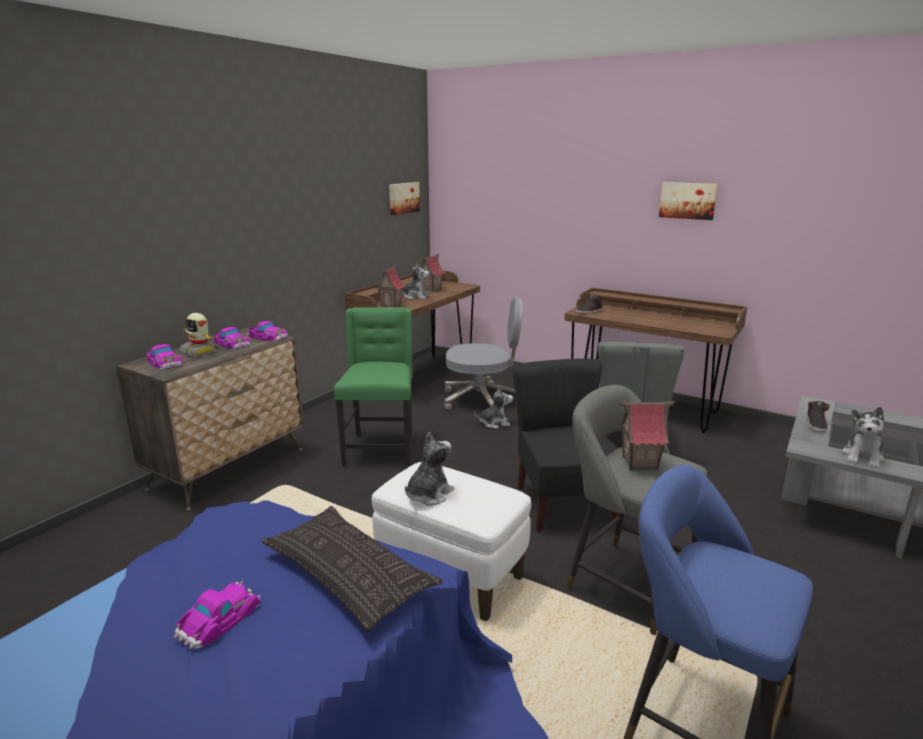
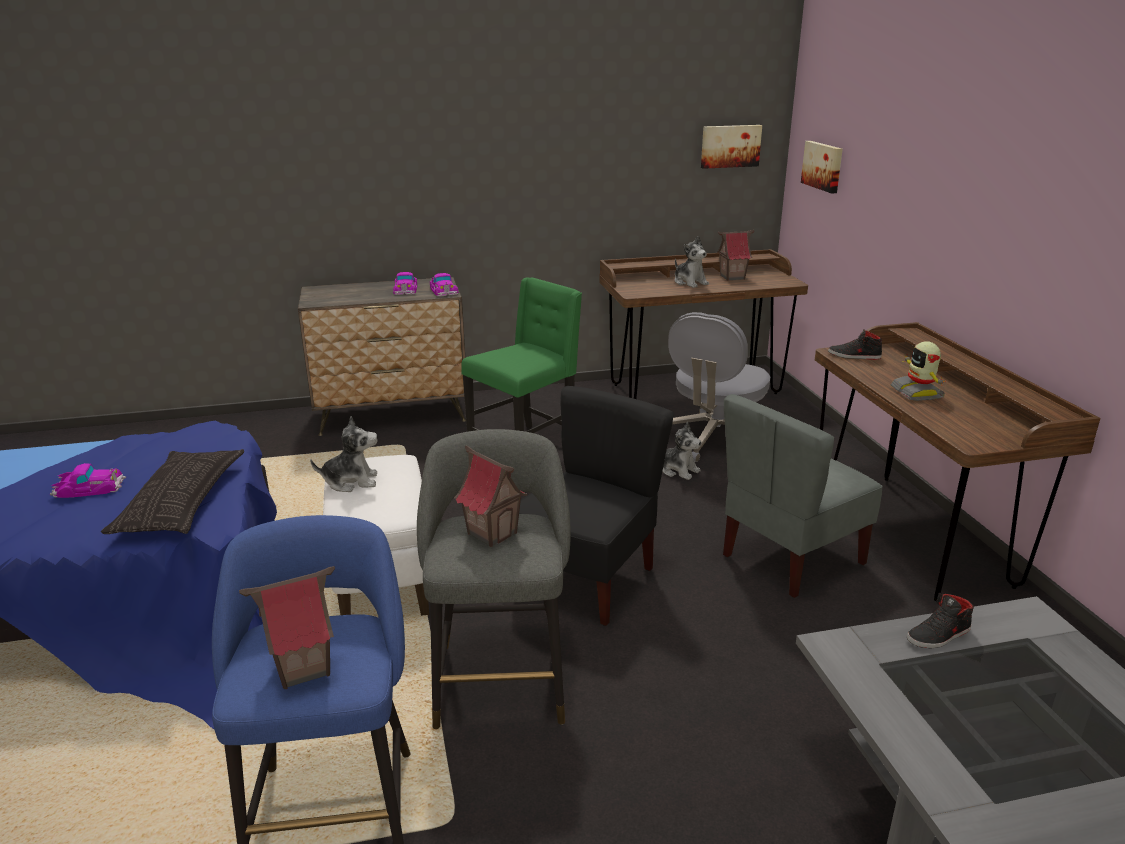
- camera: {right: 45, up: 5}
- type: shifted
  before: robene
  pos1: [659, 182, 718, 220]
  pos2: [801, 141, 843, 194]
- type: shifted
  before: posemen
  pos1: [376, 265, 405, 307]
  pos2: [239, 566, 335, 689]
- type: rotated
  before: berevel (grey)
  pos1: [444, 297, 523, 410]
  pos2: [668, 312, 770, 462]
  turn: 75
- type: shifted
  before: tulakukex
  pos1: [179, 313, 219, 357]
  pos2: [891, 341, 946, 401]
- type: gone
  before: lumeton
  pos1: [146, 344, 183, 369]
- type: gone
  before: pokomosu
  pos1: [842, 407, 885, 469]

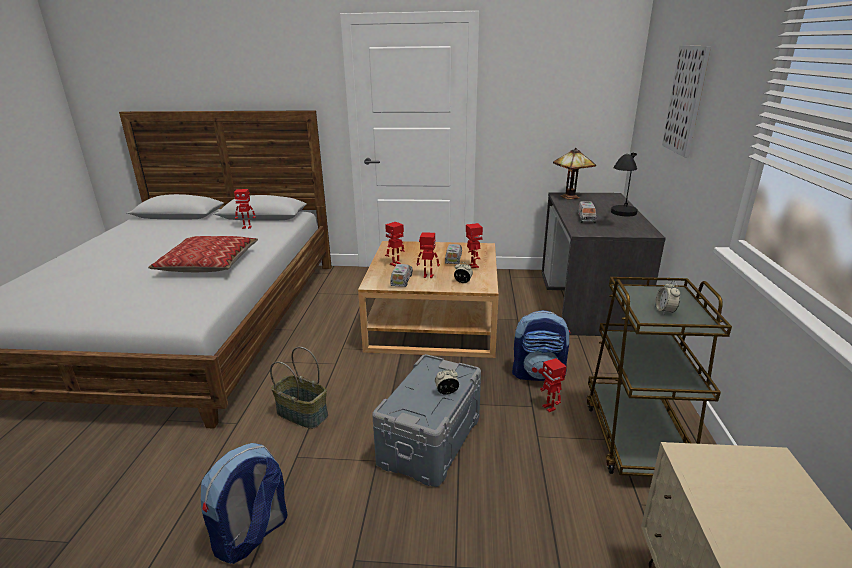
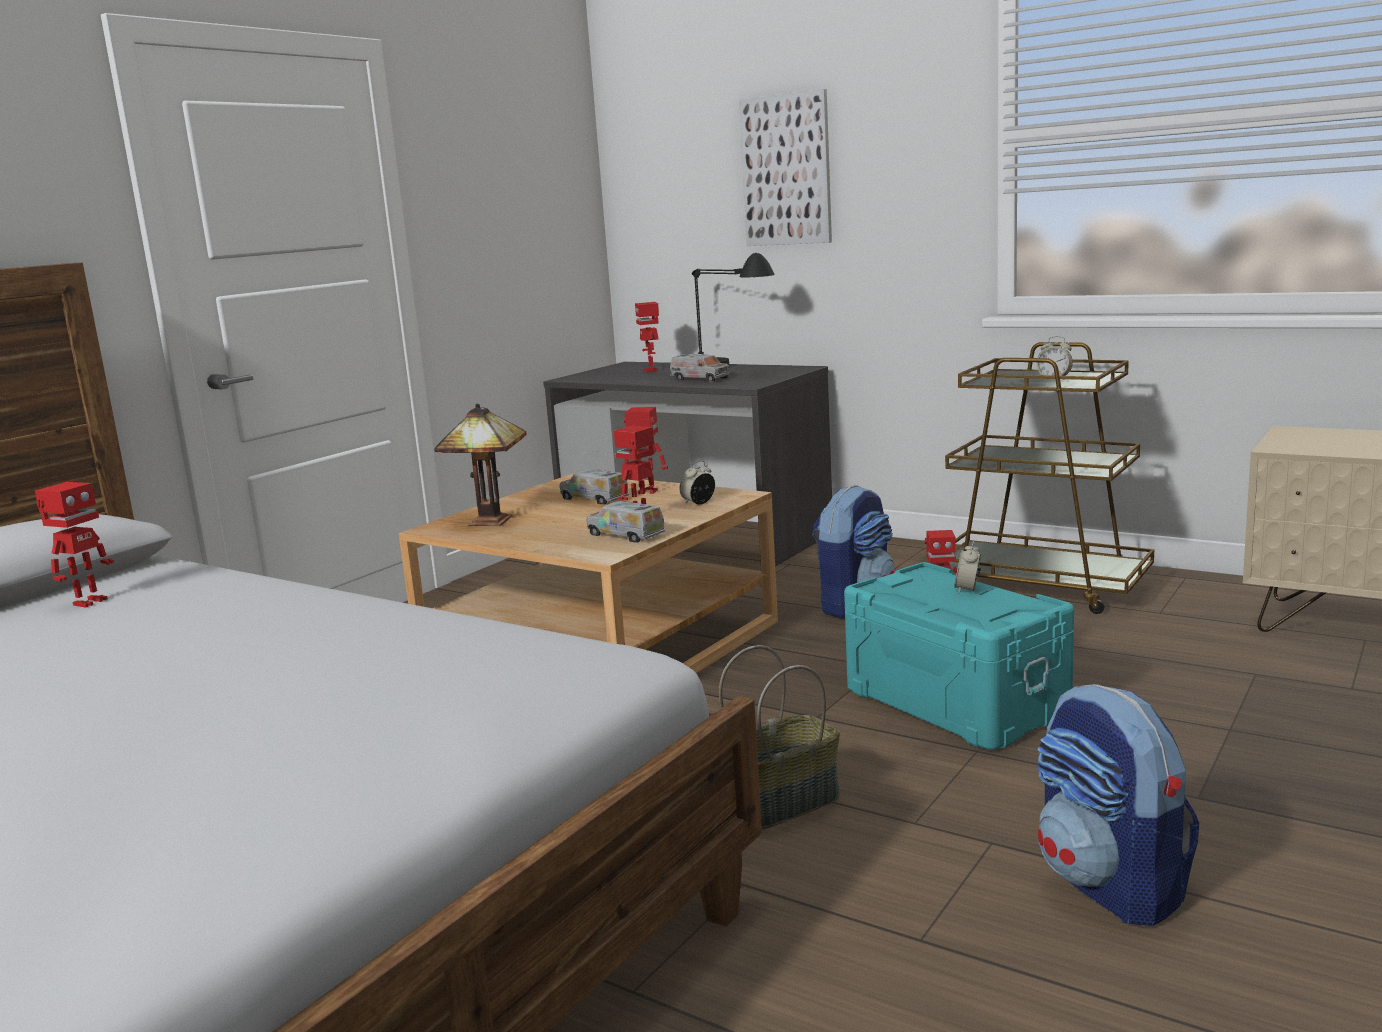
- camera: {right: -60, up: -10}
- type: shifted
  before: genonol
  pos1: [553, 148, 596, 200]
  pos2: [434, 404, 527, 527]
- type: shifted
  before: tulakukex
  pos1: [385, 222, 404, 266]
  pos2: [635, 302, 659, 372]
- type: gone
  before: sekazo
  pos1: [148, 236, 258, 272]
- type: repainted
  before: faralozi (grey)
  after: faralozi (turquoise)
  pos1: [372, 354, 481, 487]
  pos2: [844, 562, 1074, 750]

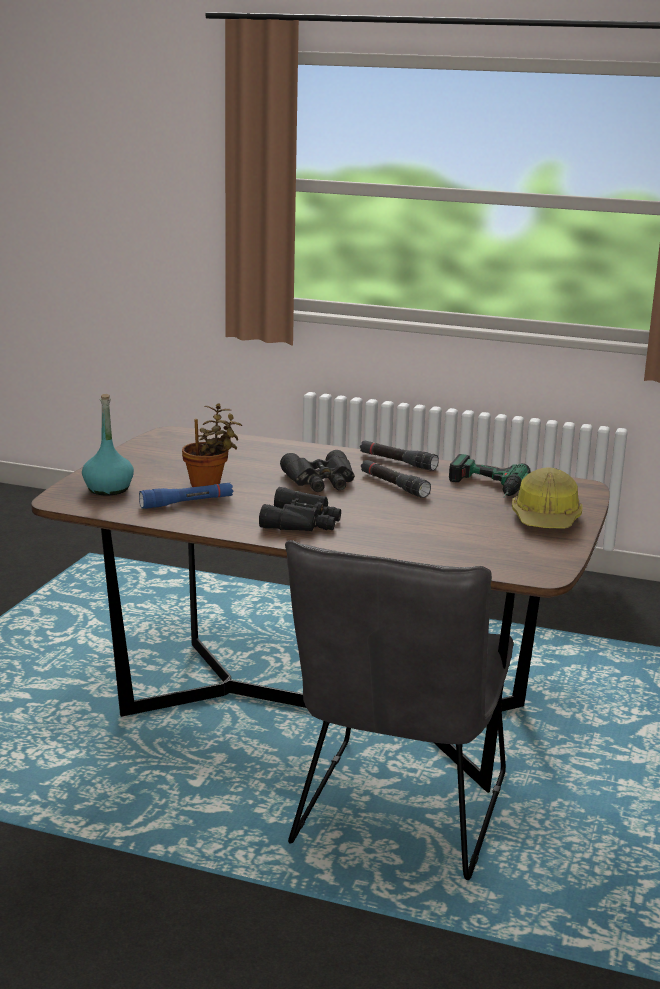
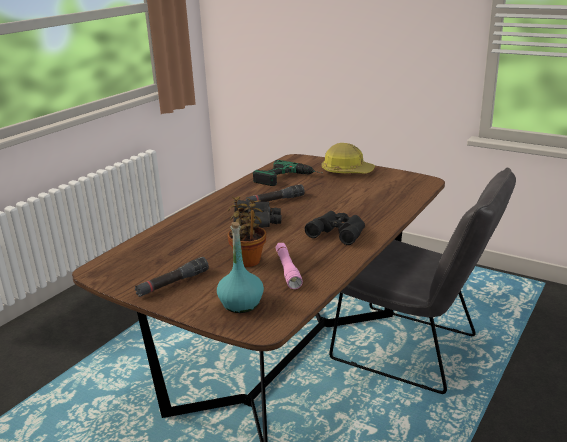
- camera: {right: -75, up: 5}
- type: shifted
  before: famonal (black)
  pos1: [360, 441, 439, 471]
  pos2: [135, 257, 209, 297]
- type: repainted
  before: famonal (blue)
  after: famonal (pink)
  pos1: [139, 483, 233, 509]
  pos2: [276, 243, 303, 289]

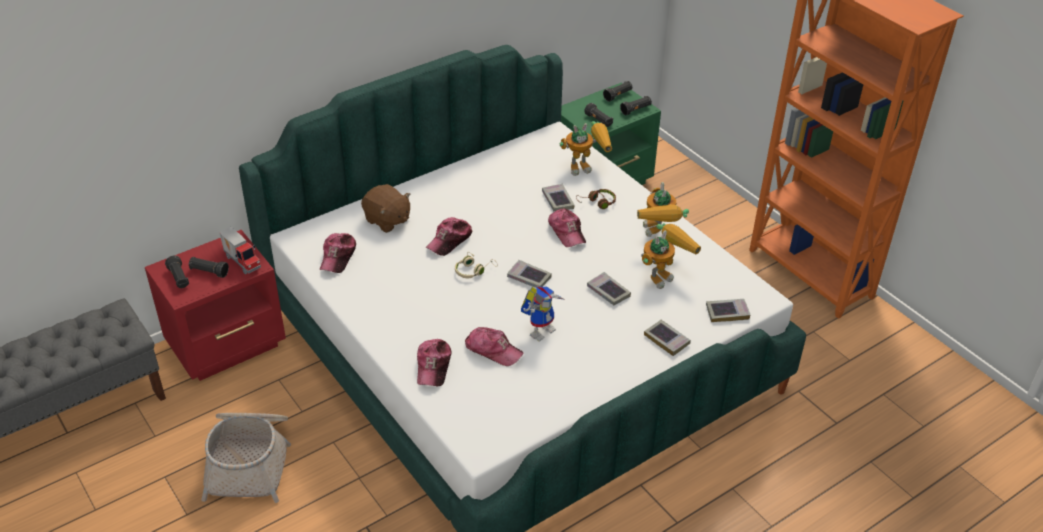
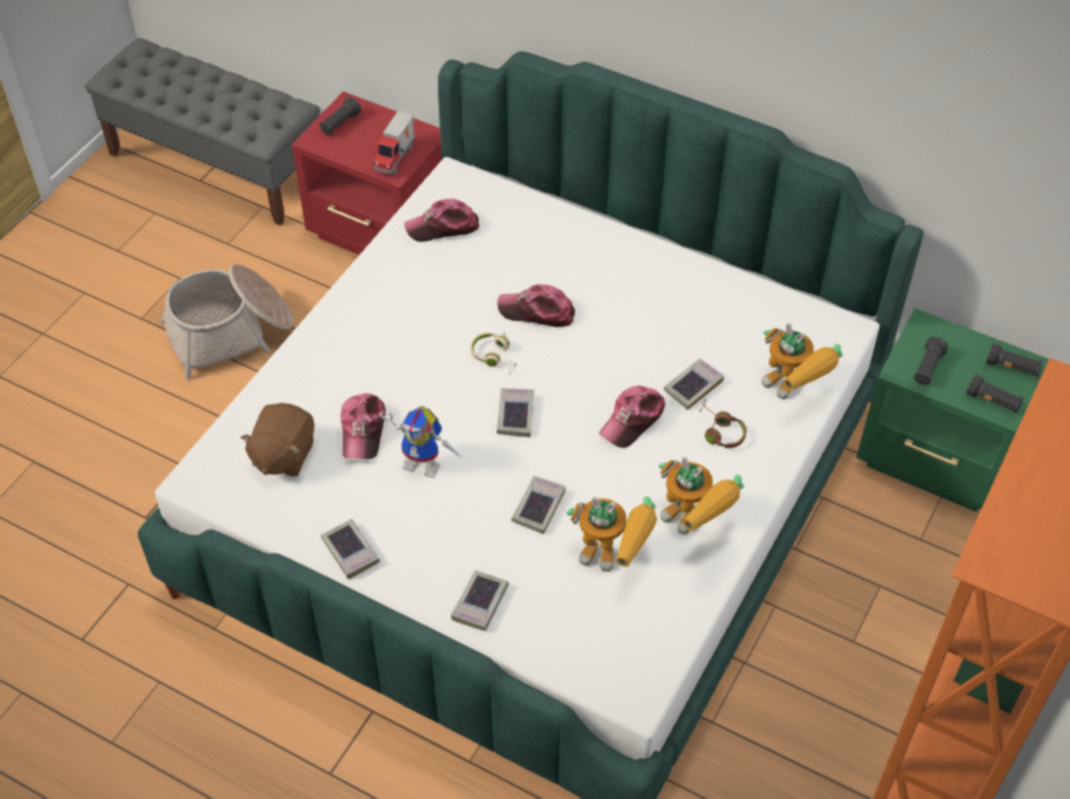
- camera: {right: 65, up: 10}
- type: rotated
  before: tulakukex
  pos1: [637, 182, 689, 237]
  pos2: [659, 457, 744, 535]
  turn: -105
- type: shifted
  before: pokomosu (brown)
  pos1: [361, 184, 411, 233]
  pos2: [240, 403, 314, 477]
- type: gone
  before: famonal (black)
  pos1: [189, 257, 229, 278]
- type: shifted
  before: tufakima
  pos1: [706, 299, 751, 322]
  pos2: [321, 519, 380, 580]
- type: gone
  before: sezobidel
  pos1: [417, 339, 451, 387]

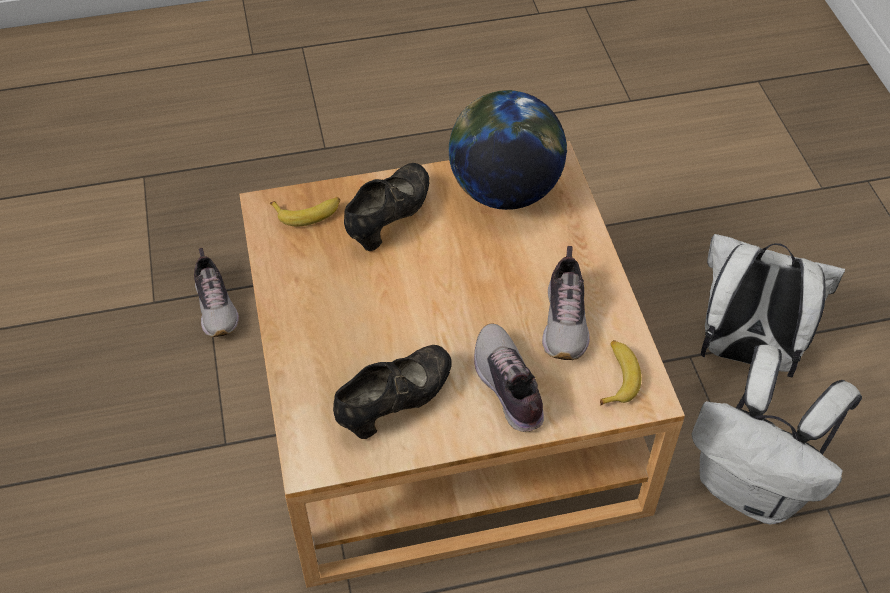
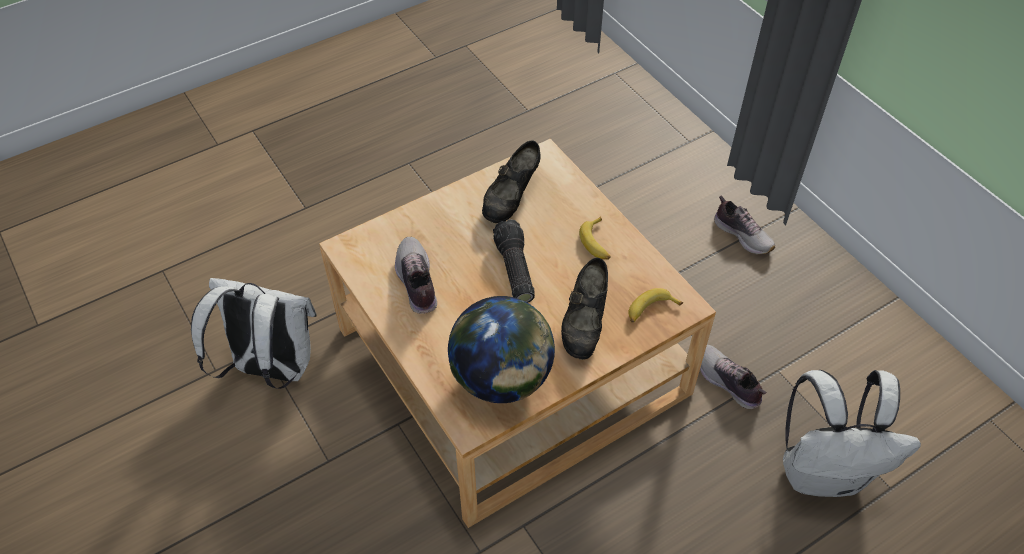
- camera: {right: 160, up: 0}
- type: shifted
  before: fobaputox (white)
  pos1: [701, 234, 845, 378]
  pos2: [783, 370, 921, 497]
- type: shifted
  before: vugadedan
  pos1: [474, 324, 544, 432]
  pos2: [714, 195, 775, 254]
- type: shifted
  before: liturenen
  pos1: [600, 340, 641, 406]
  pos2: [579, 217, 611, 260]
- type: new
  after: famonal
  pos2: [493, 219, 535, 303]

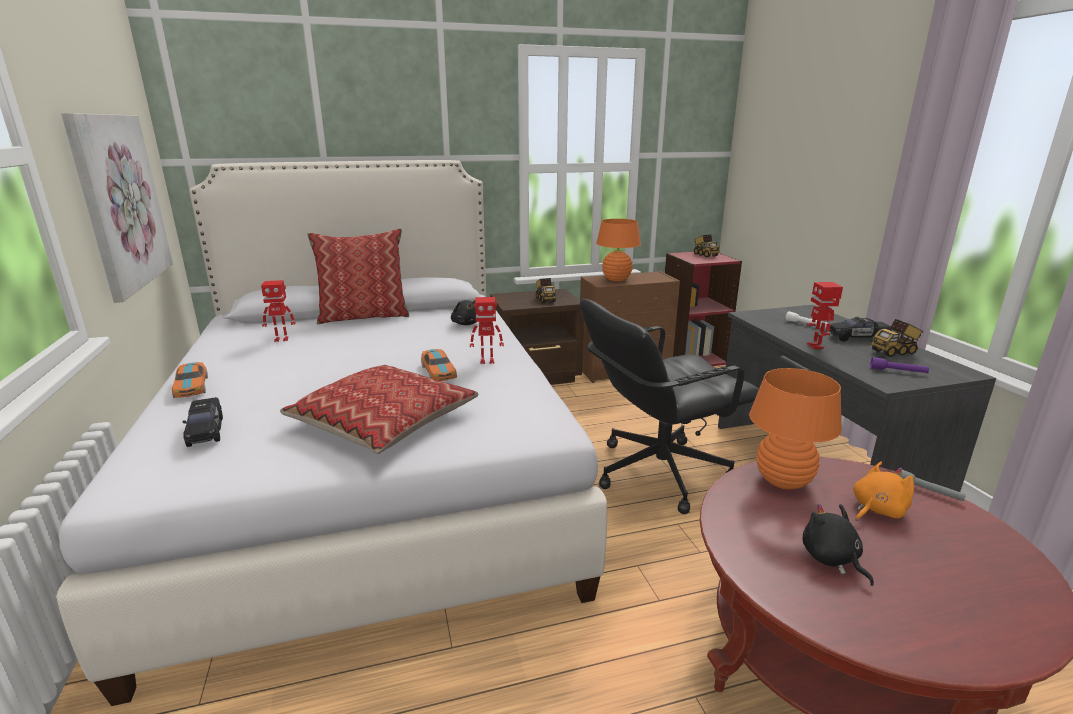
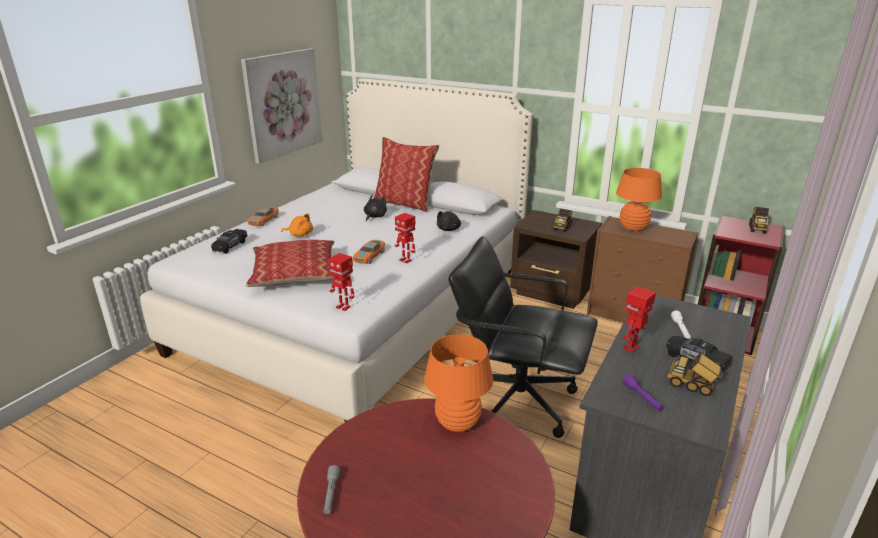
- camera: {right: 45, up: 5}
- type: shifted
  before: tulakukex
  pos1: [261, 280, 295, 342]
  pos2: [328, 253, 355, 311]
- type: shifted
  before: pokomosu (orange)
  pos1: [853, 462, 914, 521]
  pos2: [281, 213, 313, 236]
- type: shifted
  before: famonal (grey)
  pos1: [901, 470, 966, 501]
  pos2: [324, 465, 340, 514]
- type: shifted
  before: pokomosu (black)
  pos1: [802, 504, 874, 586]
  pos2: [364, 195, 387, 221]

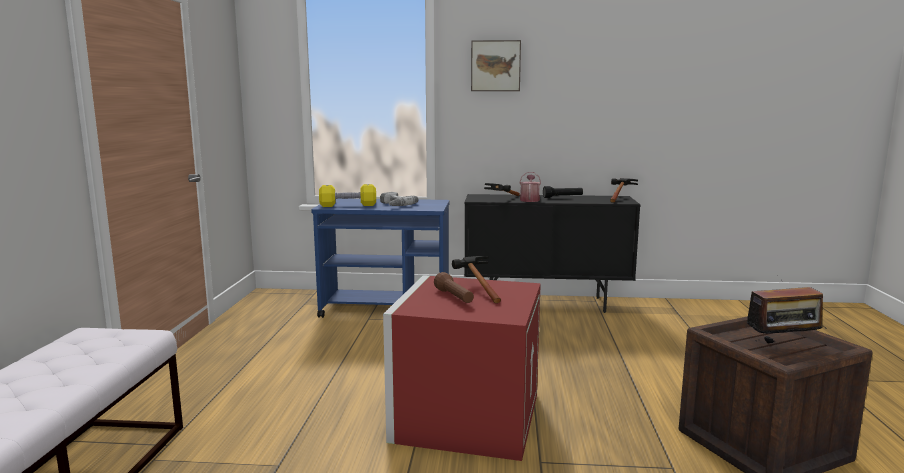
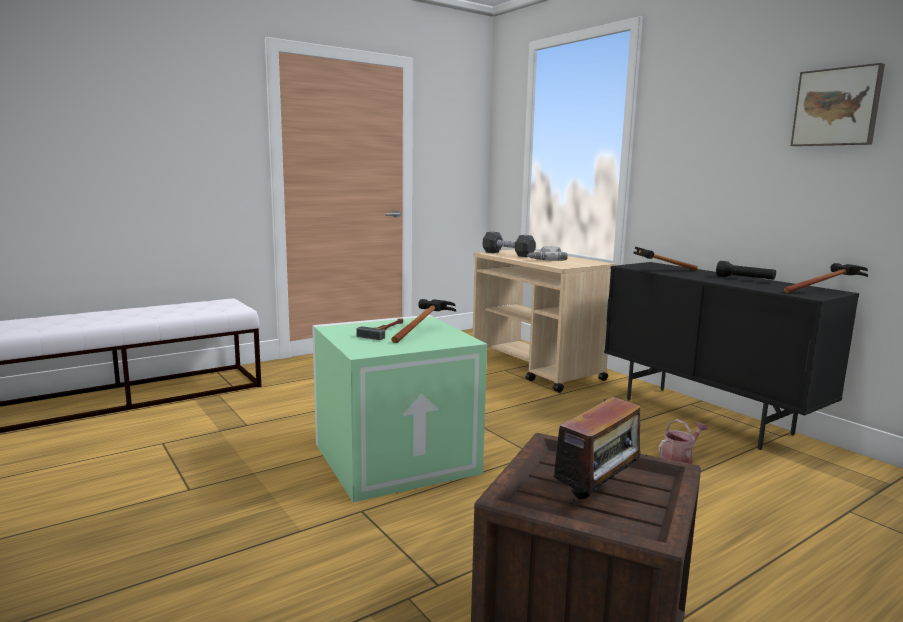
- camera: {right: 50, up: 0}
- type: shifted
  before: robene
  pos1: [471, 40, 521, 91]
  pos2: [791, 63, 885, 146]
- type: shifted
  before: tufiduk
  pos1: [519, 172, 541, 202]
  pos2: [658, 419, 708, 464]
- type: repainted
  before: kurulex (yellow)
  after: kurulex (black)
  pos1: [319, 184, 376, 207]
  pos2: [483, 232, 536, 257]
- type: repainted
  before: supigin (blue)
  after: supigin (beige)
  pos1: [311, 198, 450, 318]
  pos2: [472, 249, 616, 393]
- type: swapped
  before: famonal (brown)
  after: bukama
  pos1: [434, 272, 474, 303]
  pos2: [356, 318, 403, 340]
- type: repainted
  before: faralozi (red)
  after: faralozi (green)
  pos1: [383, 275, 541, 461]
  pos2: [312, 315, 487, 502]
- type: rotated
  before: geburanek
  pos1: [742, 287, 826, 343]
  pos2: [547, 396, 647, 504]
  turn: -90

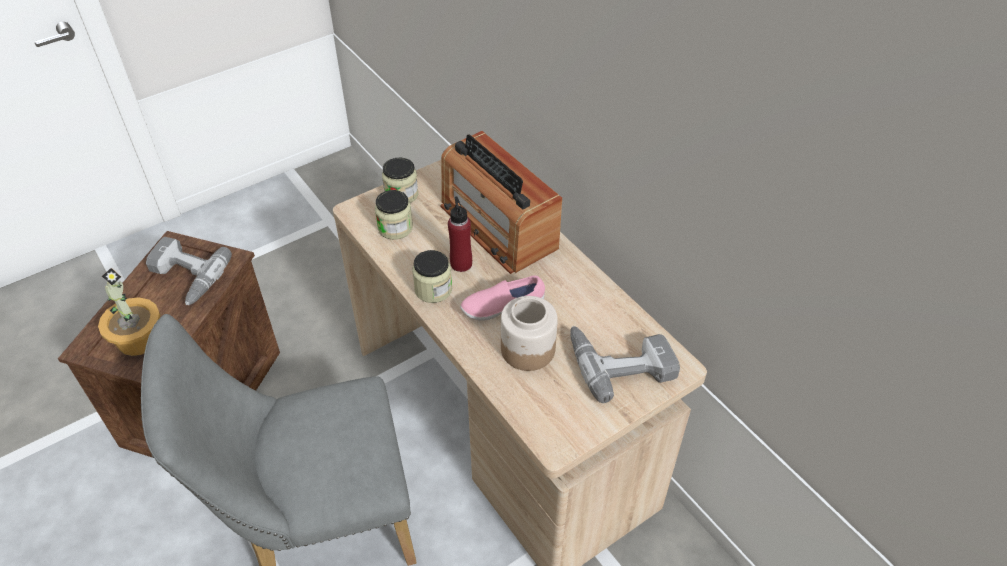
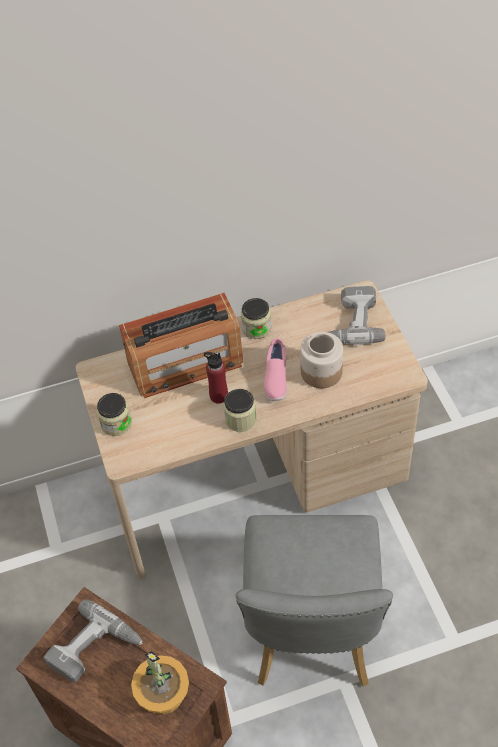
- camera: {right: -70, up: 5}
- type: shifted
  before: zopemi
  pos1: [375, 190, 413, 240]
  pos2: [241, 298, 271, 339]

